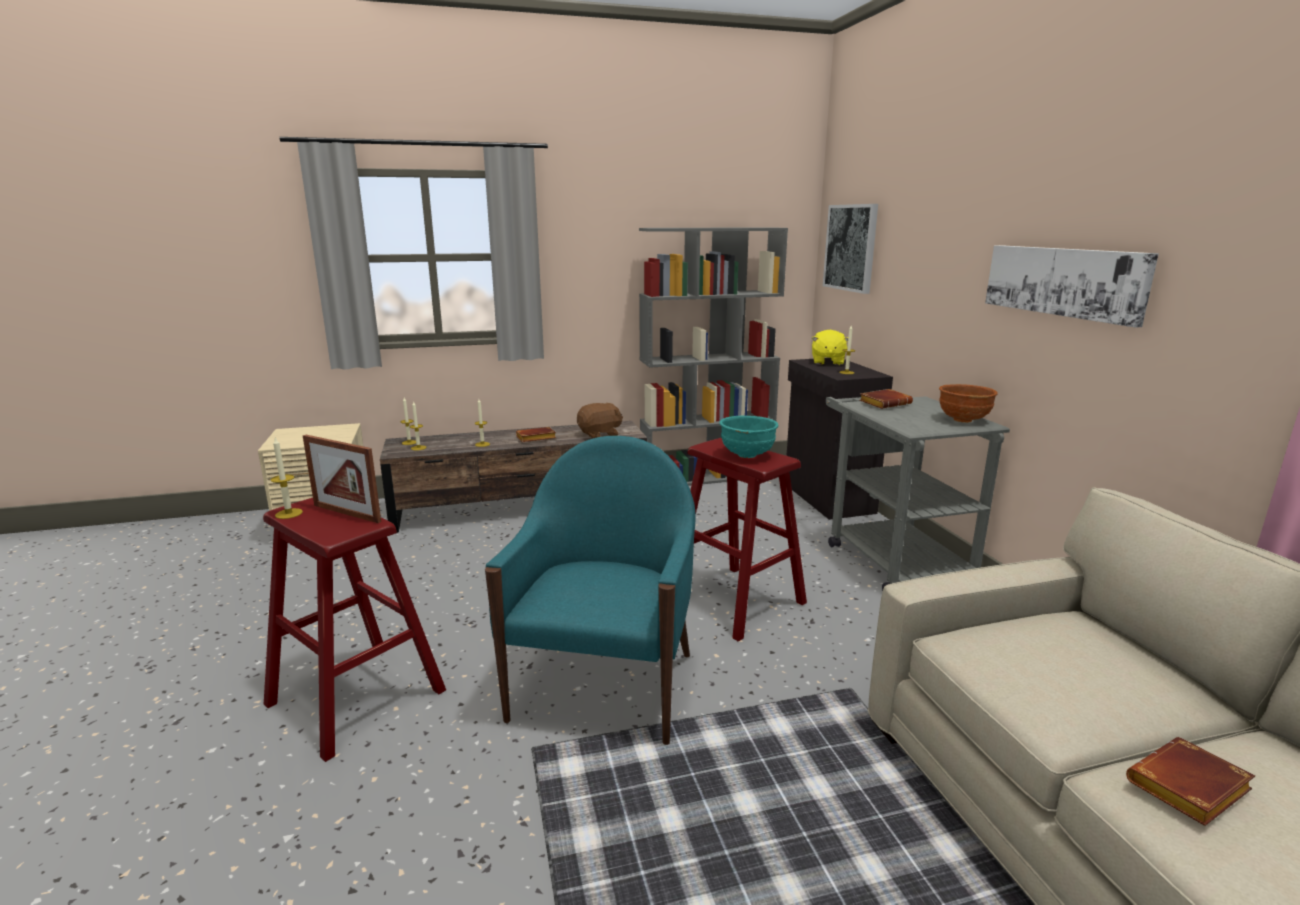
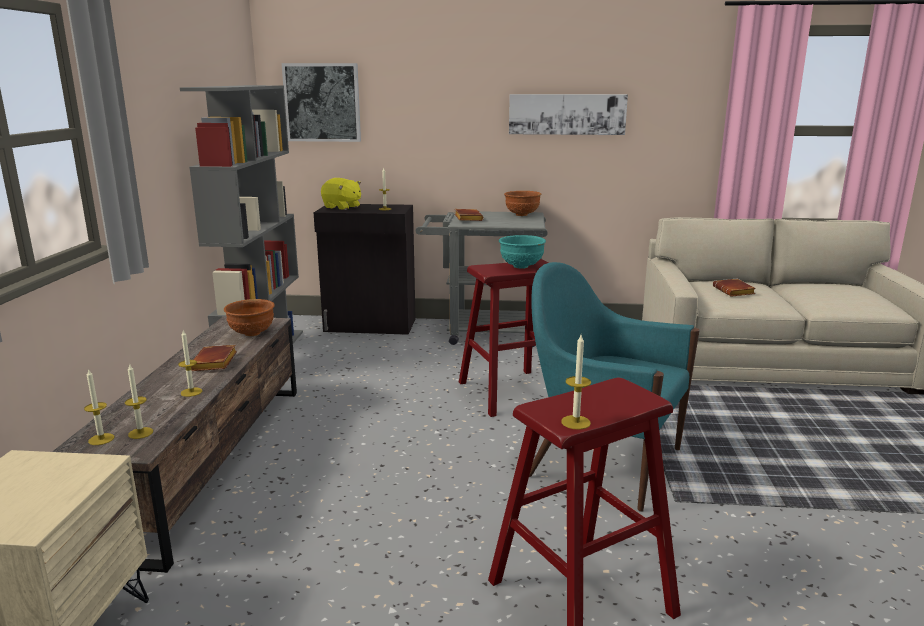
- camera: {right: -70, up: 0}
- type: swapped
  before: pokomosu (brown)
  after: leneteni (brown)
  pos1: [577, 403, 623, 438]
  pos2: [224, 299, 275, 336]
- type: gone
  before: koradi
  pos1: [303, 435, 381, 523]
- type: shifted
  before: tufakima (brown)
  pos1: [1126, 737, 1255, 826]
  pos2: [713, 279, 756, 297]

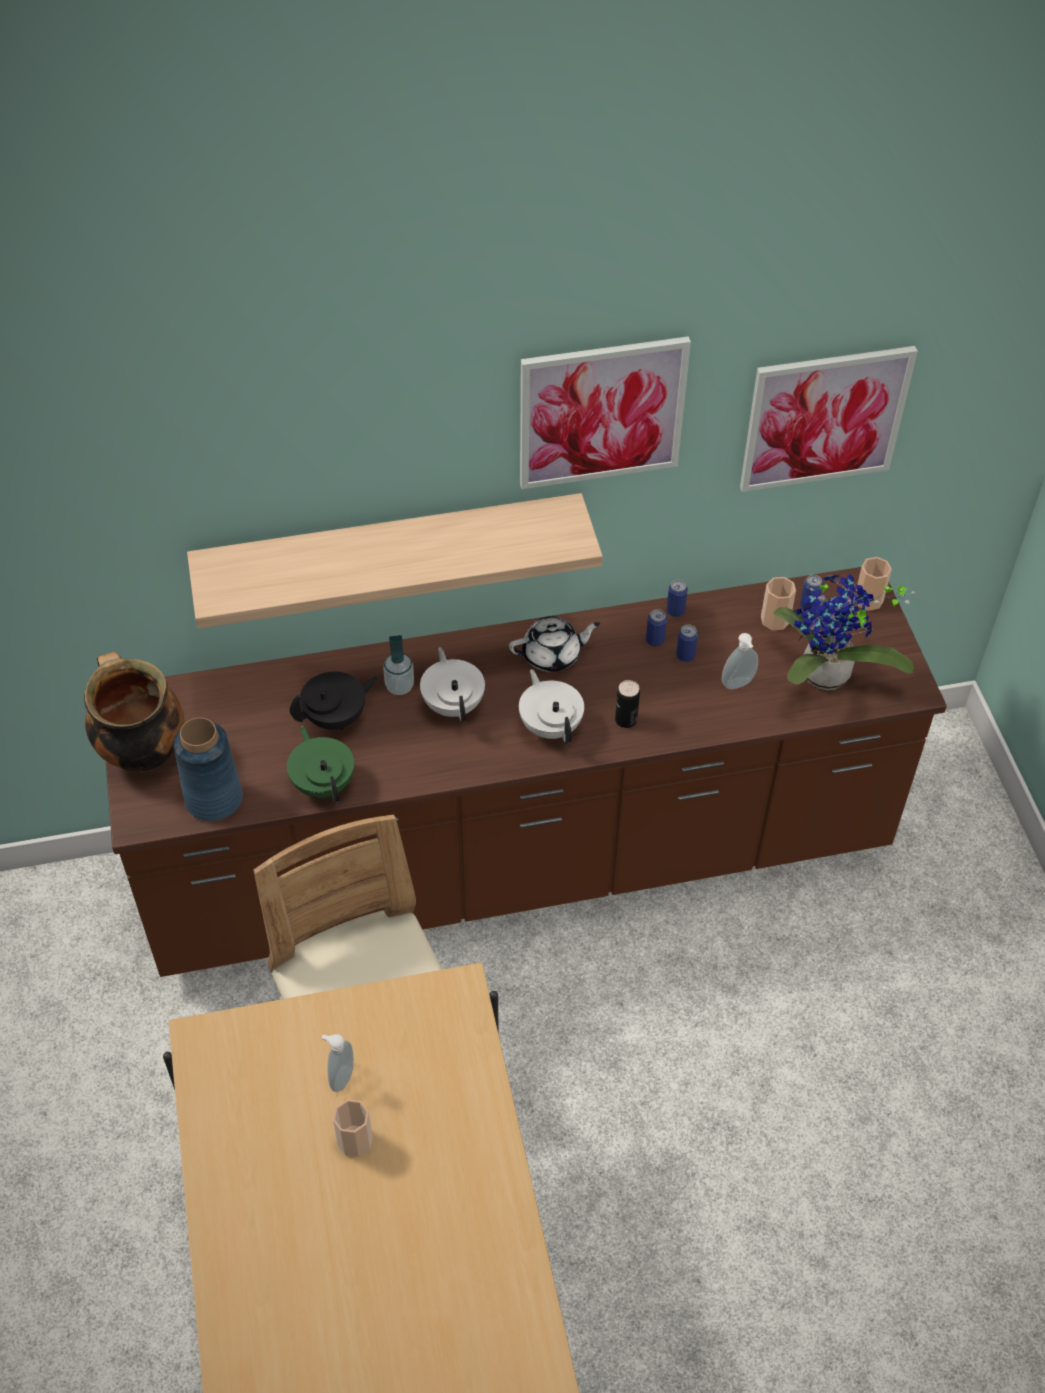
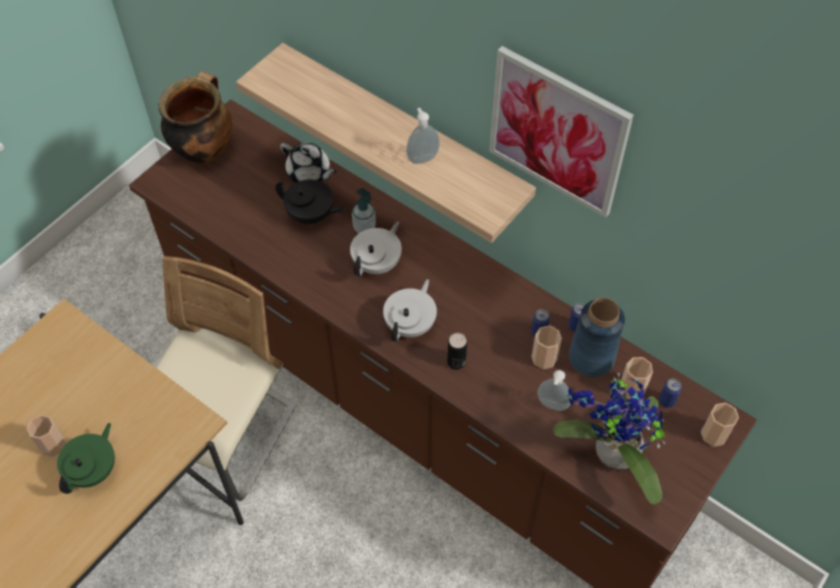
- camera: {right: 50, up: 5}
- type: gone
  before: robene
  pos1: [740, 346, 918, 492]
- type: shifted
  before: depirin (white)
  pos1: [509, 616, 600, 672]
  pos2: [280, 143, 337, 183]
- type: swapped
  before: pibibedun
  after: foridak
  pos1: [676, 624, 698, 662]
  pos2: [531, 326, 562, 369]
- type: shifted
  before: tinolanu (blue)
  pos1: [173, 718, 243, 821]
  pos2: [569, 298, 625, 377]
- type: shifted
  before: depirin (green)
  pos1: [287, 726, 354, 803]
  pos2: [57, 423, 115, 494]
- type: shifted
  before: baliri
  pos1: [322, 1034, 354, 1092]
  pos2: [406, 108, 440, 164]

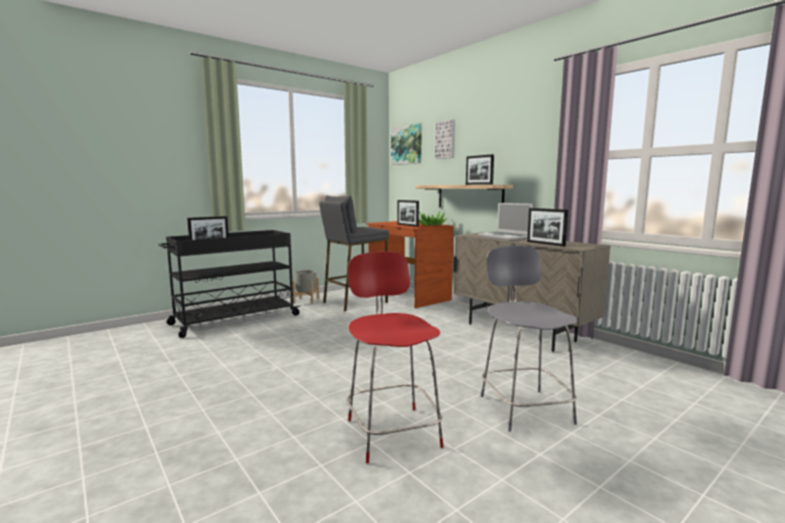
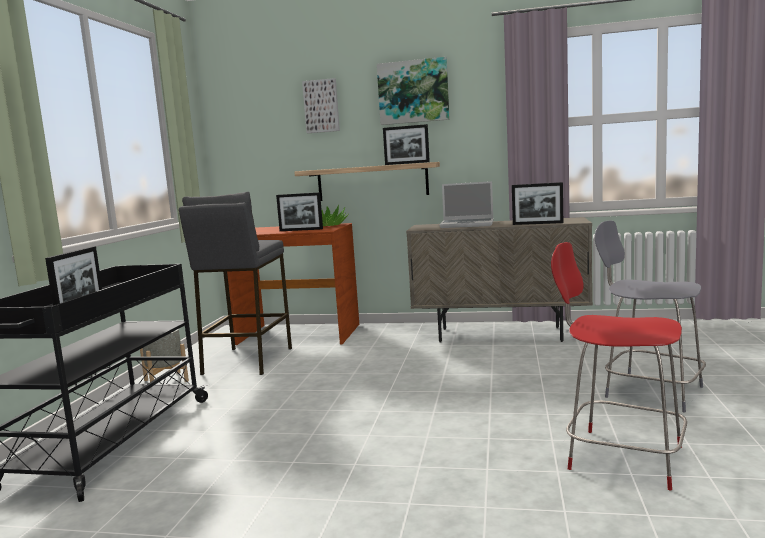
- camera: {right: -40, up: 0}
- type: shifted
  before: robene
  pos1: [391, 123, 422, 165]
  pos2: [377, 57, 450, 125]

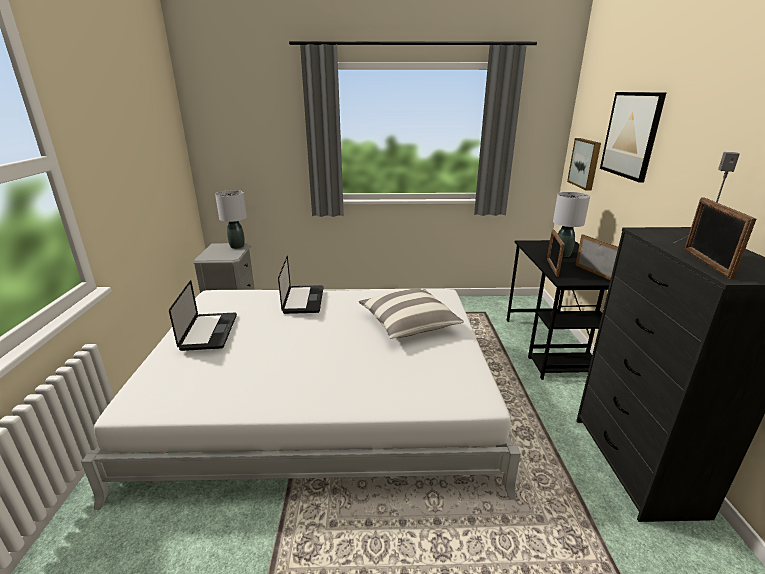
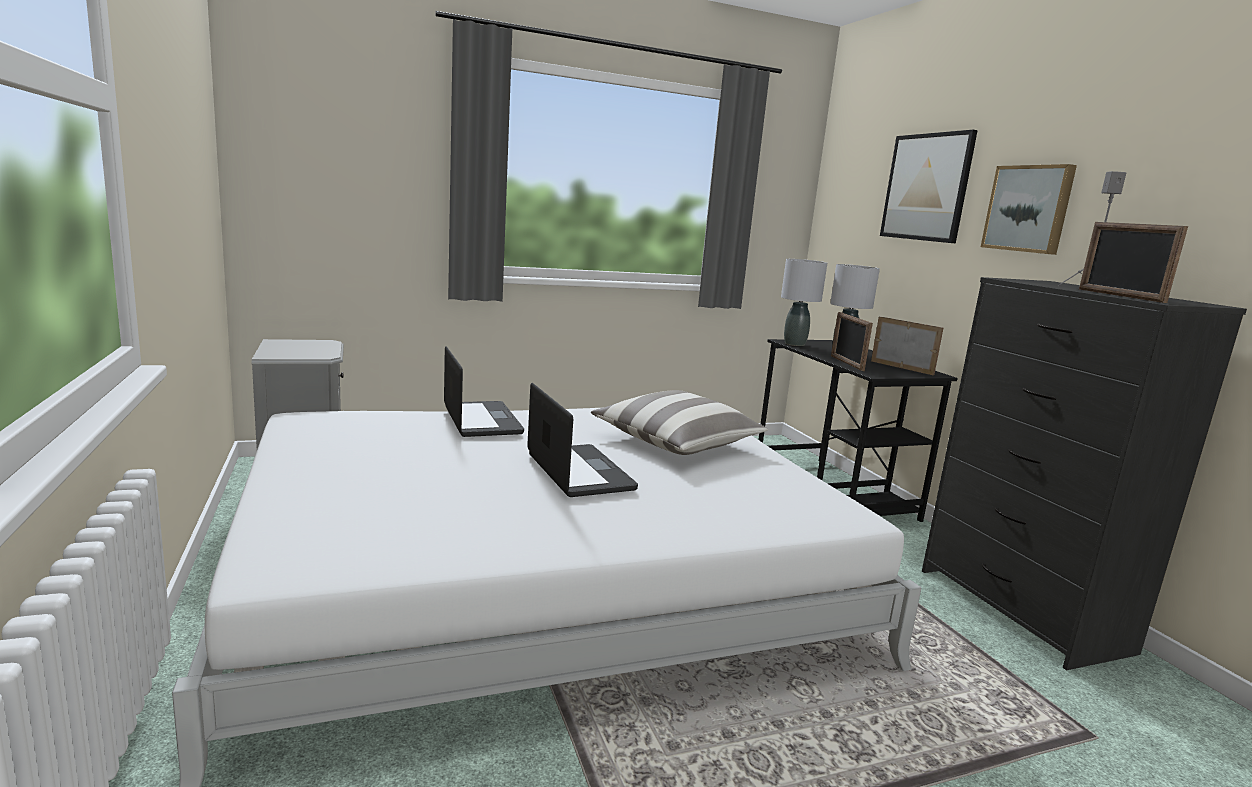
- camera: {right: -20, up: -10}
- type: shifted
  before: robene
  pos1: [567, 138, 601, 191]
  pos2: [981, 164, 1077, 255]
- type: shifted
  before: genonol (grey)
  pos1: [215, 190, 247, 249]
  pos2: [781, 259, 827, 346]
- type: shifted
  before: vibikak
  pos1: [169, 280, 237, 351]
  pos2: [527, 383, 638, 497]

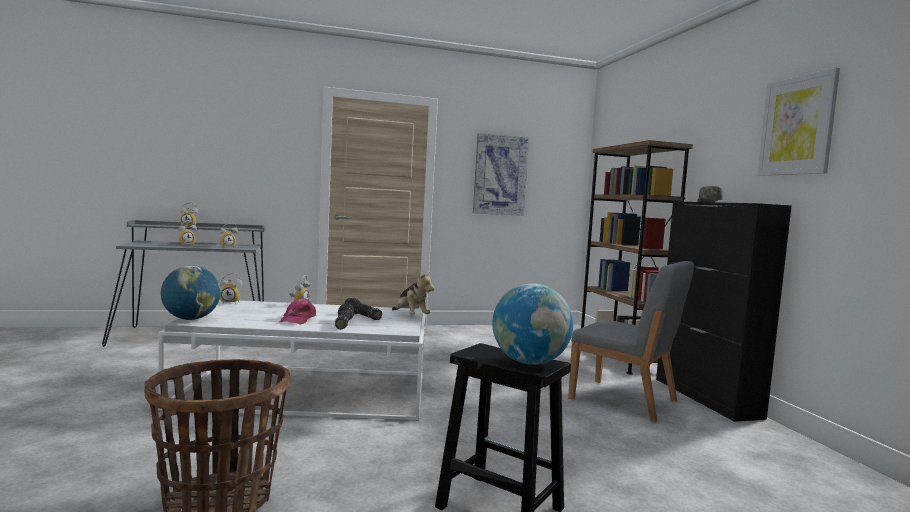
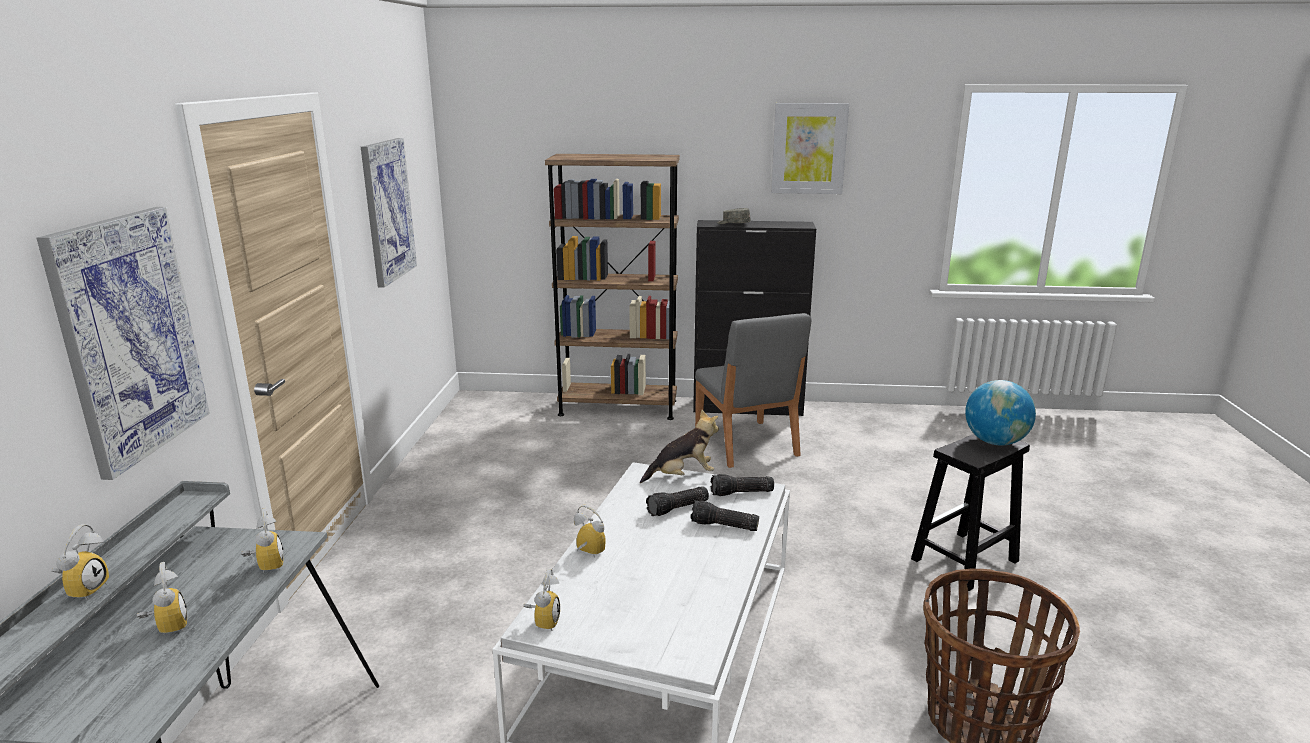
- camera: {right: -70, up: 15}
- type: rotated
  before: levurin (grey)
  pos1: [568, 261, 694, 423]
  pos2: [695, 313, 811, 468]
  turn: 105
- type: gone
  before: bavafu
  pos1: [161, 265, 221, 320]
- type: gone
  before: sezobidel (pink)
  pos1: [280, 298, 316, 325]
- type: new
  after: robene
  pos2: [37, 207, 210, 480]
- type: new
  after: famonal
  pos2: [711, 474, 774, 496]

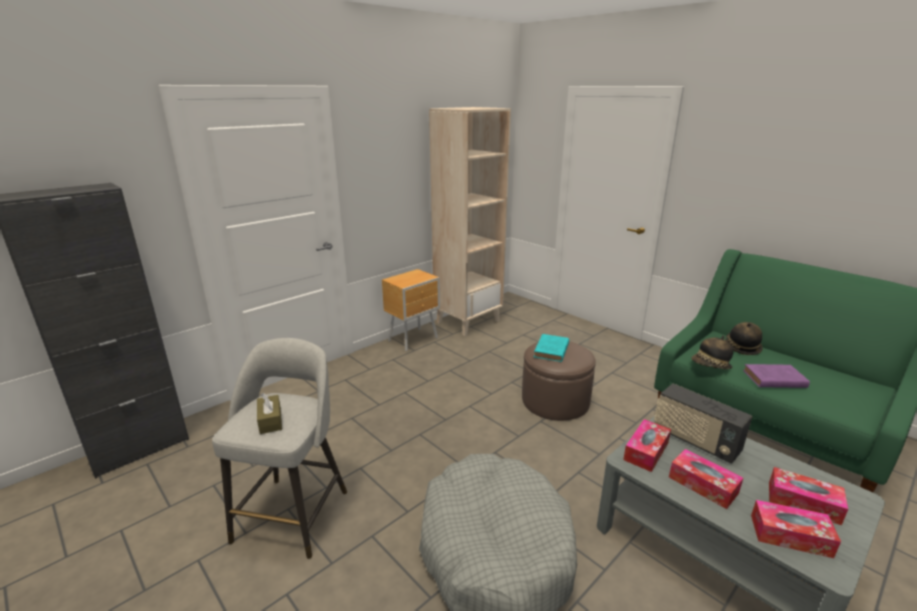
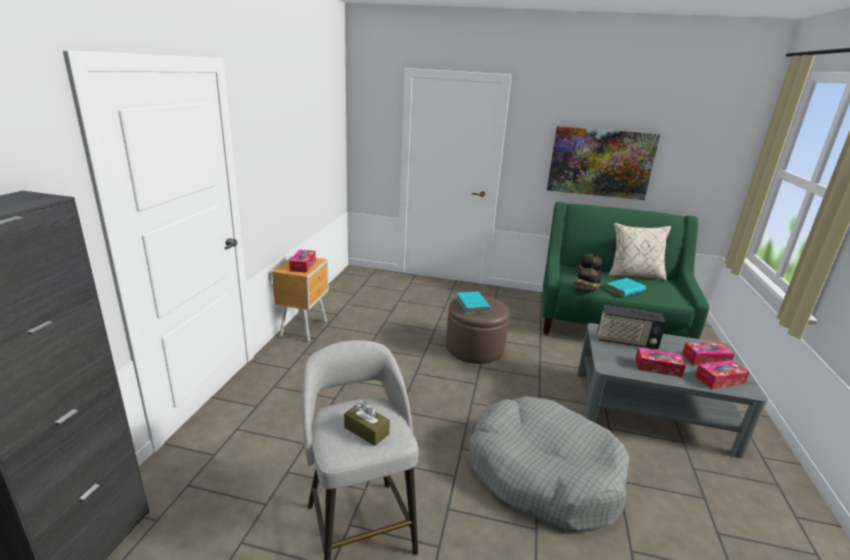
- camera: {right: -35, up: 0}
- type: gone
  before: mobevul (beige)
  pos1: [429, 107, 511, 336]
- type: repainted
  before: tufakima (purple)
  after: tufakima (turquoise)
  pos1: [743, 364, 810, 388]
  pos2: [605, 278, 646, 297]
- type: shifted
  before: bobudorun
  pos1: [623, 419, 671, 472]
  pos2: [289, 250, 316, 273]
- type: new
  after: robene
  pos2: [547, 126, 660, 200]
- type: new
  after: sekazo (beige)
  pos2: [609, 223, 671, 281]

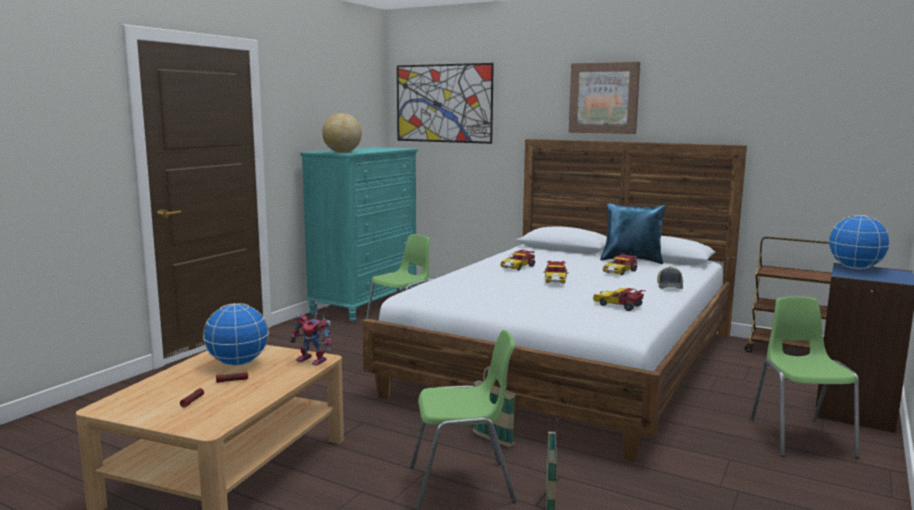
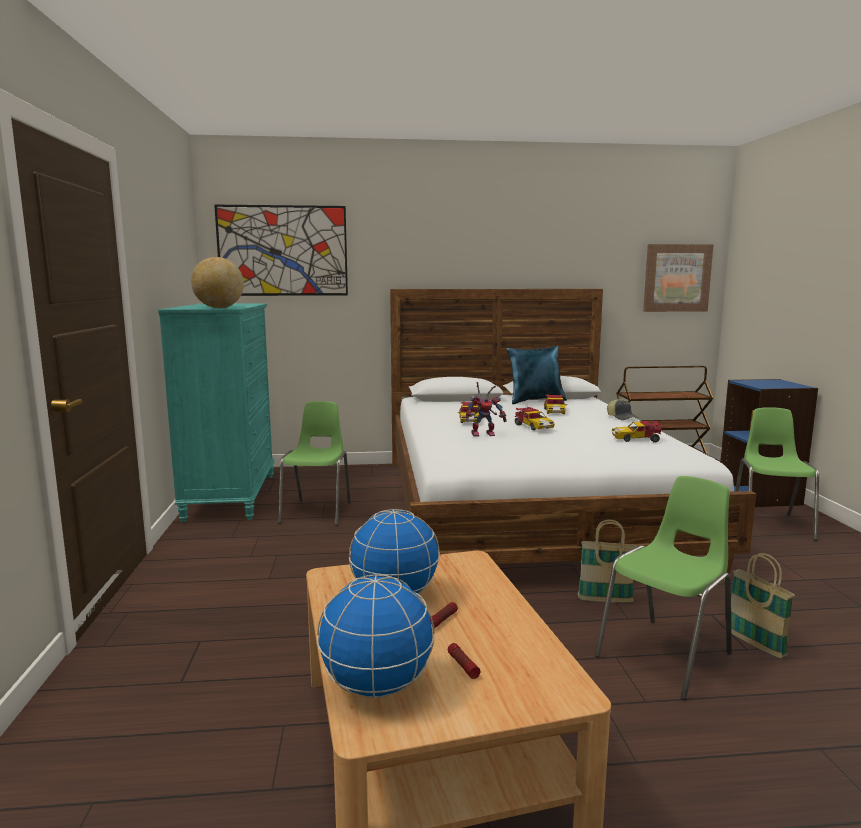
- camera: {right: -35, up: 0}
- type: shifted
  before: robene
  pos1: [569, 62, 640, 134]
  pos2: [643, 244, 713, 312]
- type: shifted
  before: bavafu
  pos1: [828, 215, 891, 269]
  pos2: [317, 574, 435, 699]
- type: rotated
  before: levurin (green)
  pos1: [750, 296, 859, 458]
  pos2: [735, 407, 819, 541]
  turn: 45
- type: shifted
  before: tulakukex
  pos1: [290, 299, 332, 366]
  pos2: [466, 382, 507, 437]

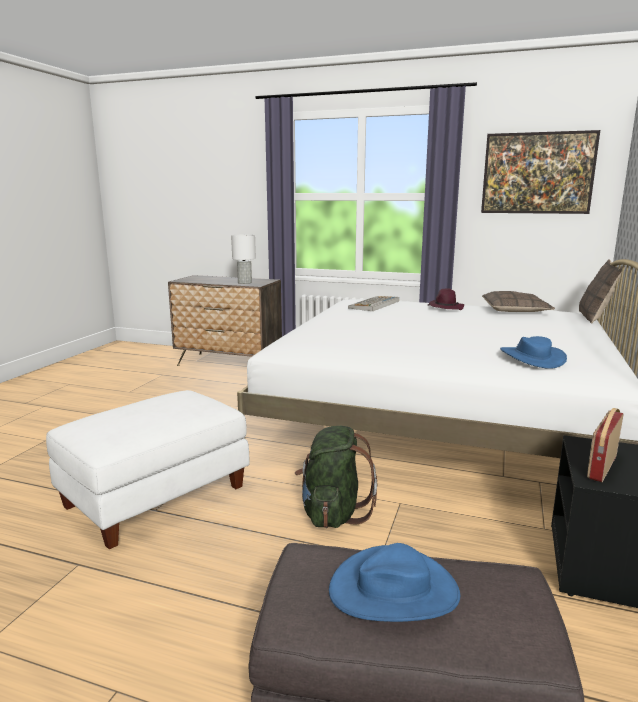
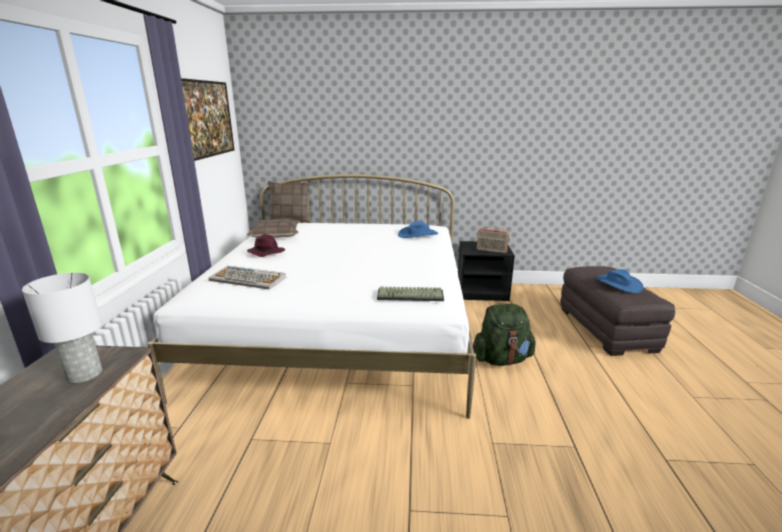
- camera: {right: -105, up: 5}
- type: gone
  before: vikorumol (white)
  pos1: [46, 390, 250, 549]
- type: new
  after: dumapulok
  pos2: [377, 287, 444, 301]

